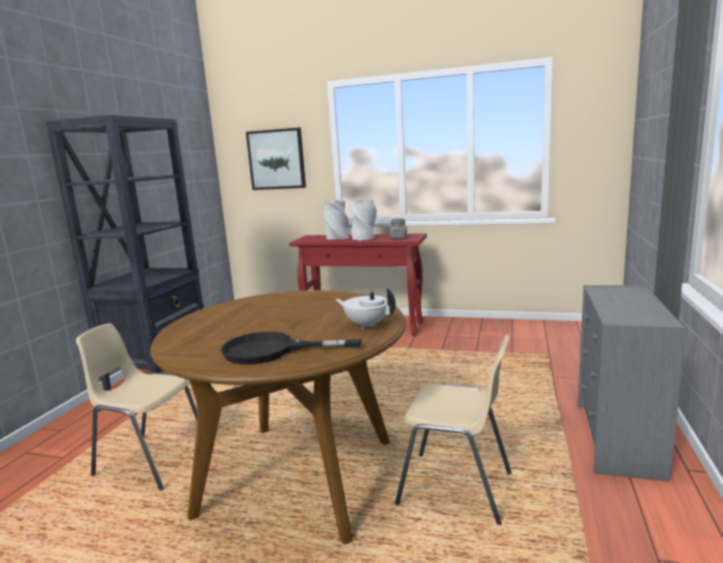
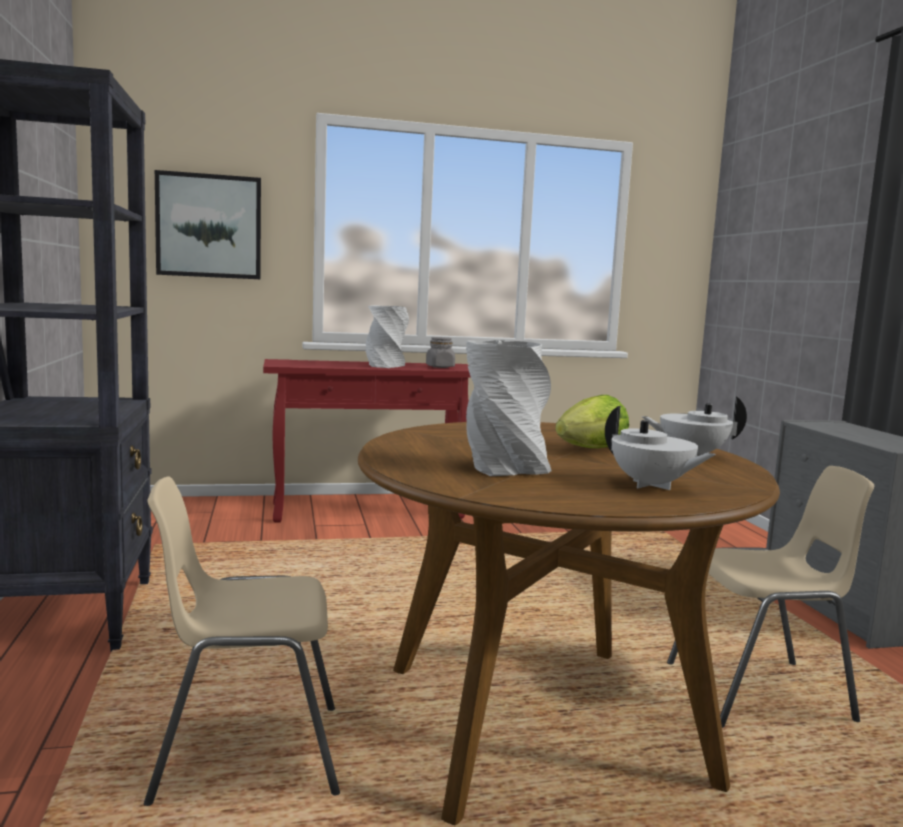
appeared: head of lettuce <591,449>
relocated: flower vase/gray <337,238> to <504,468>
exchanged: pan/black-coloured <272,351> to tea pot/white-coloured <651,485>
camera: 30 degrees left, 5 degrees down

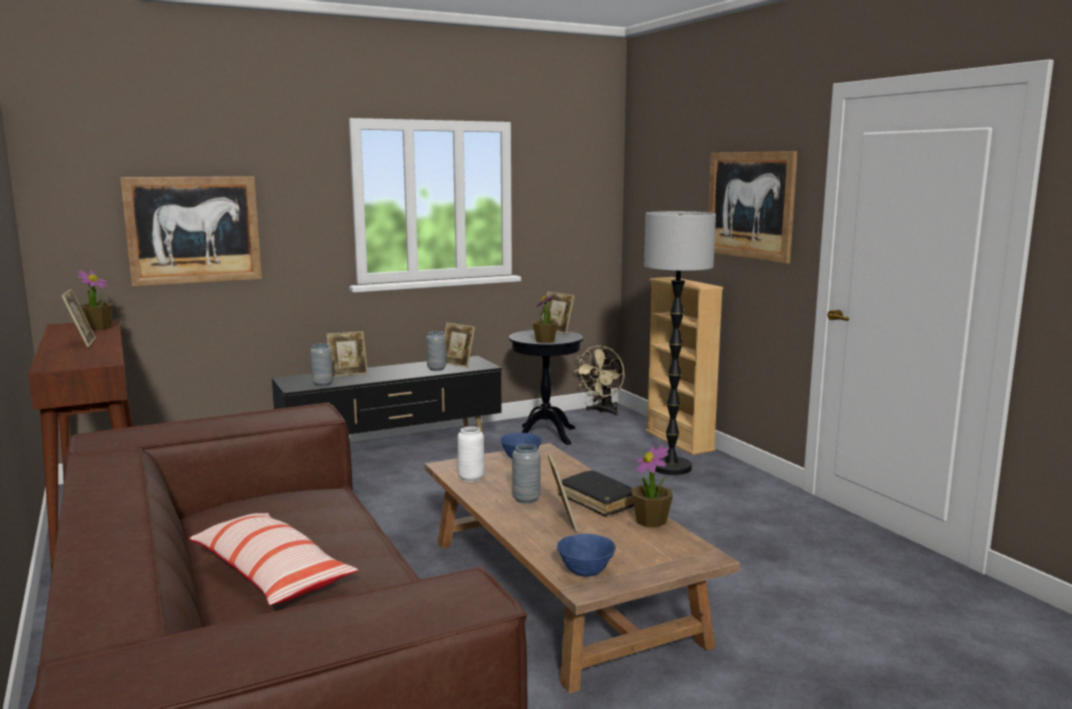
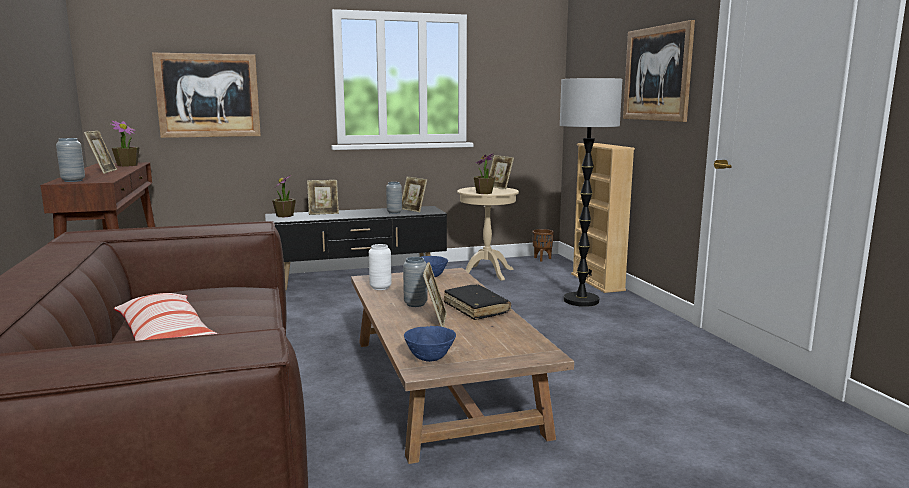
relocated: flower vase/gray <322,384> to <73,181>; potted plant <651,521> to <284,216>
exchanged: electric fan/sand-coloured <603,412> to planter/brown <542,259>
colour: side table/black-coloured <545,435> to side table/sand-coloured <486,273>
camera: 10 degrees right, 0 degrees up

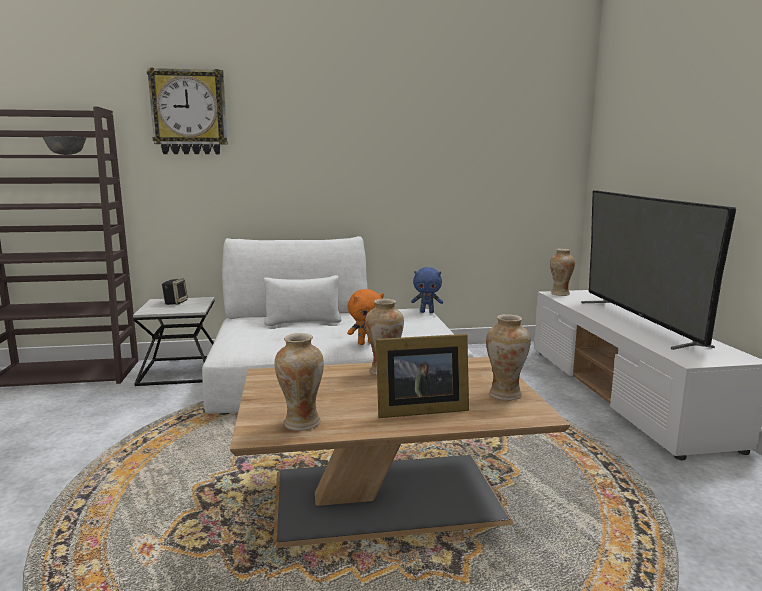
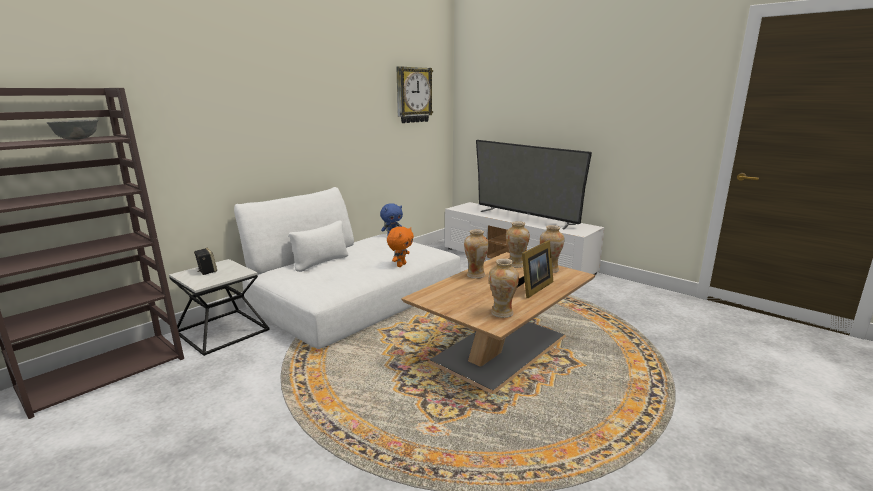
relocated: wall clock <189,112> to <413,95>; flower vase <560,294> to <516,265>
camera: 40 degrees left, 5 degrees up

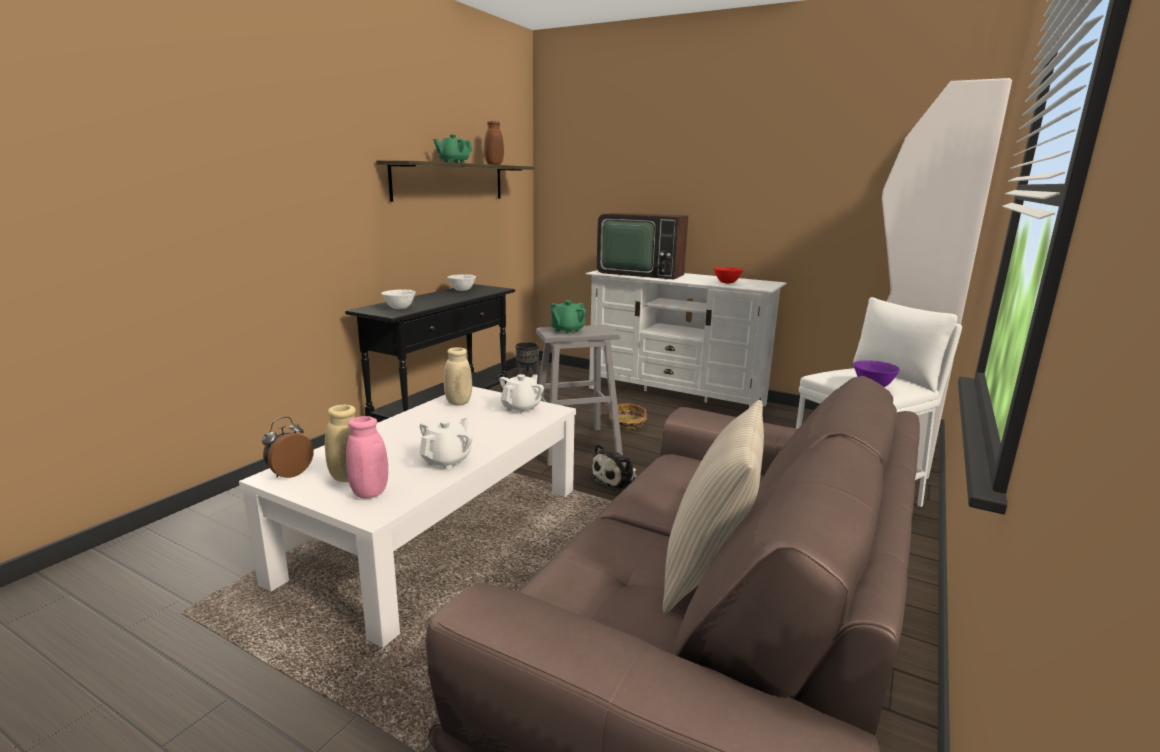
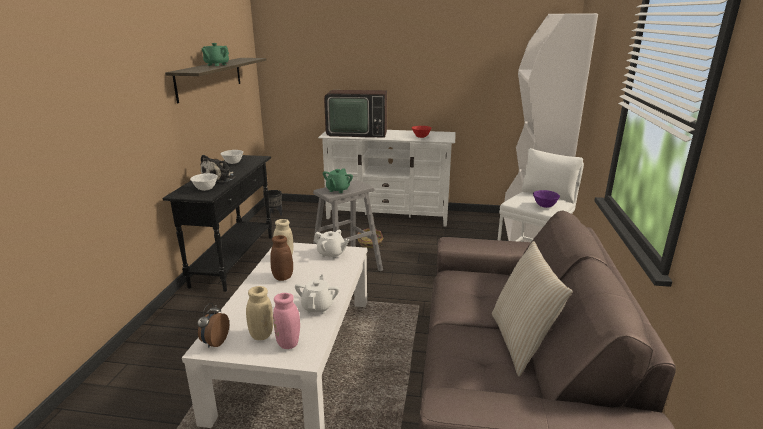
relocated: flower vase/brown <493,164> to <282,279>; plush toy <616,479> to <219,178>
spun: tea pot/white-coloured <521,408> = <331,254> 105 degrees clockwise
camera: 20 degrees left, 5 degrees up

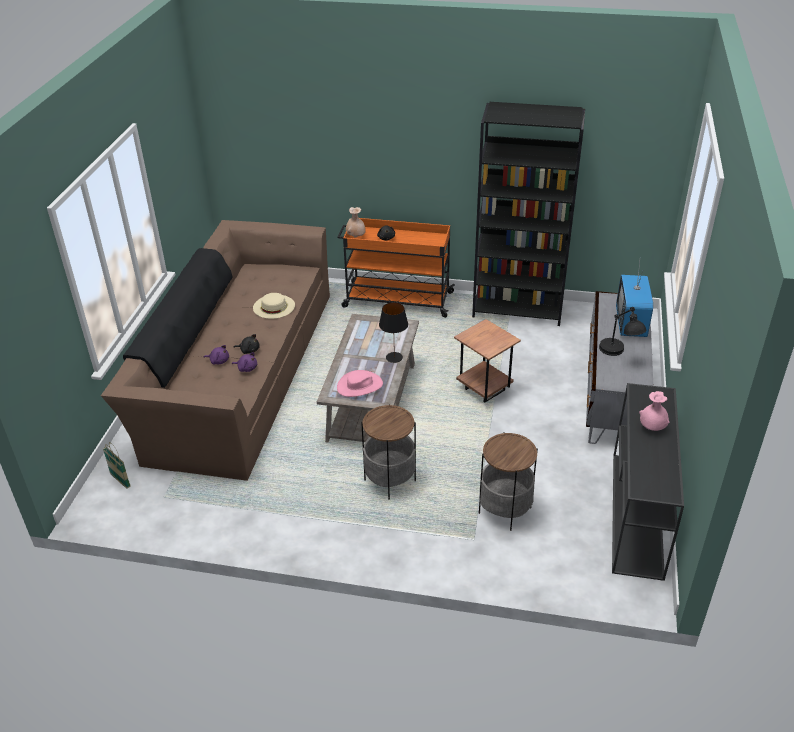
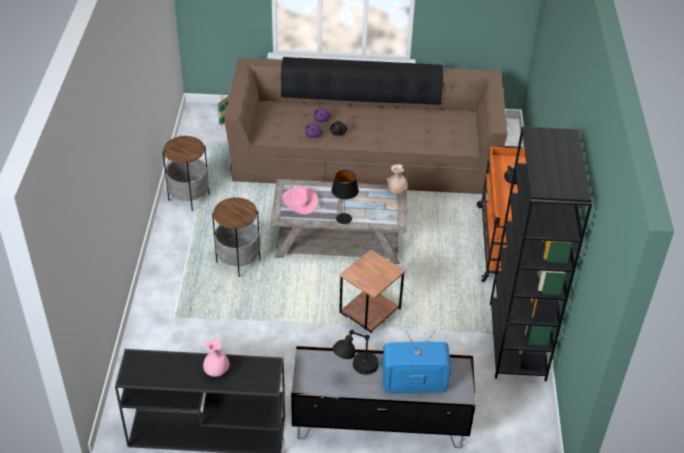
missing: wearable hat/sand-coloured <274,306>
relocated: flower vase/sand-coloured <356,236> to <396,192>; side table <504,510> to <189,197>
camera: 80 degrees right, 5 degrees up

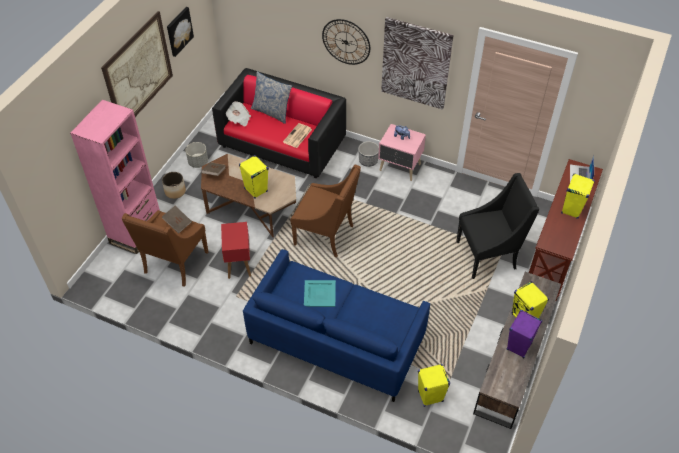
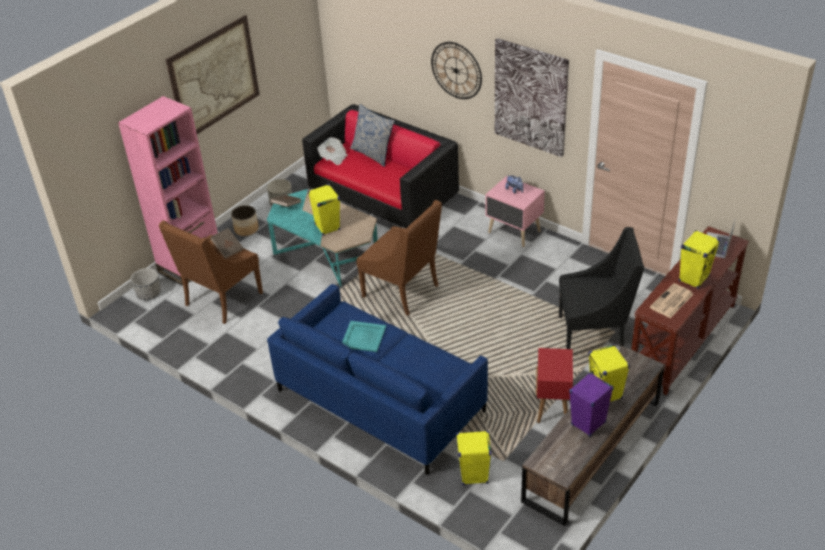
missing: picture <179,31>
relocated: printed paper <297,136> to <671,301>; planter <368,161> to <149,294>; side table/red <239,265> to <552,407>
colour: lounge table/brown <251,208> to lounge table/turquoise-coloured <326,255>
camera: 15 degrees right, 10 degrees down

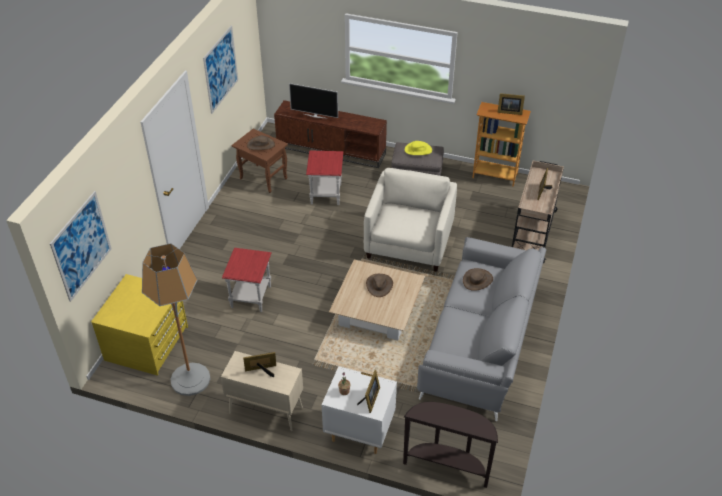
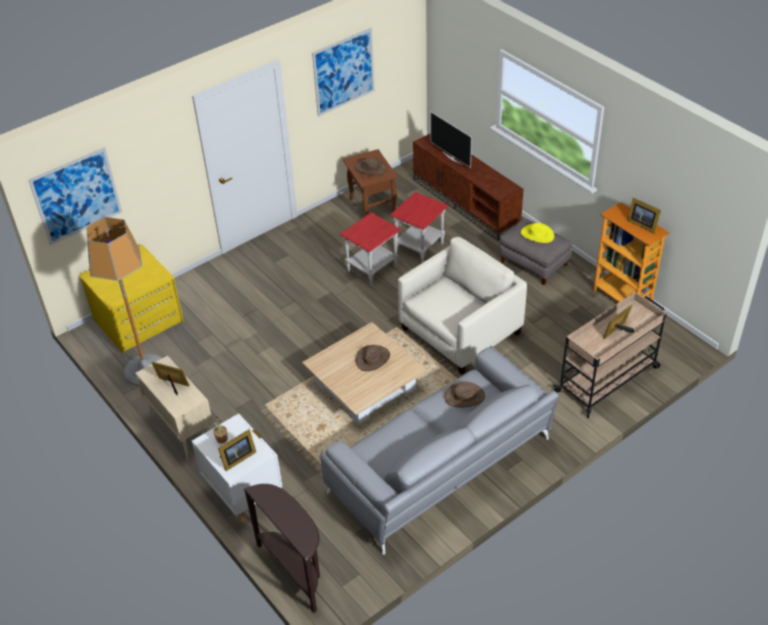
relocated: side table/red <251,296> to <372,268>
camera: 35 degrees right, 0 degrees up

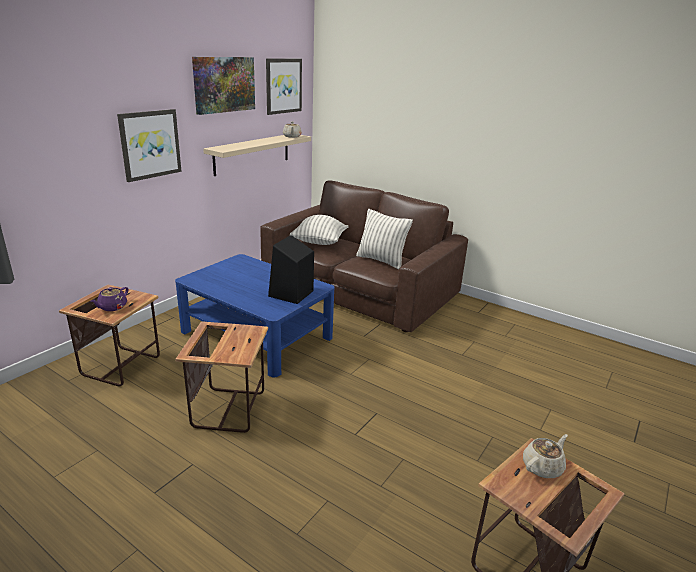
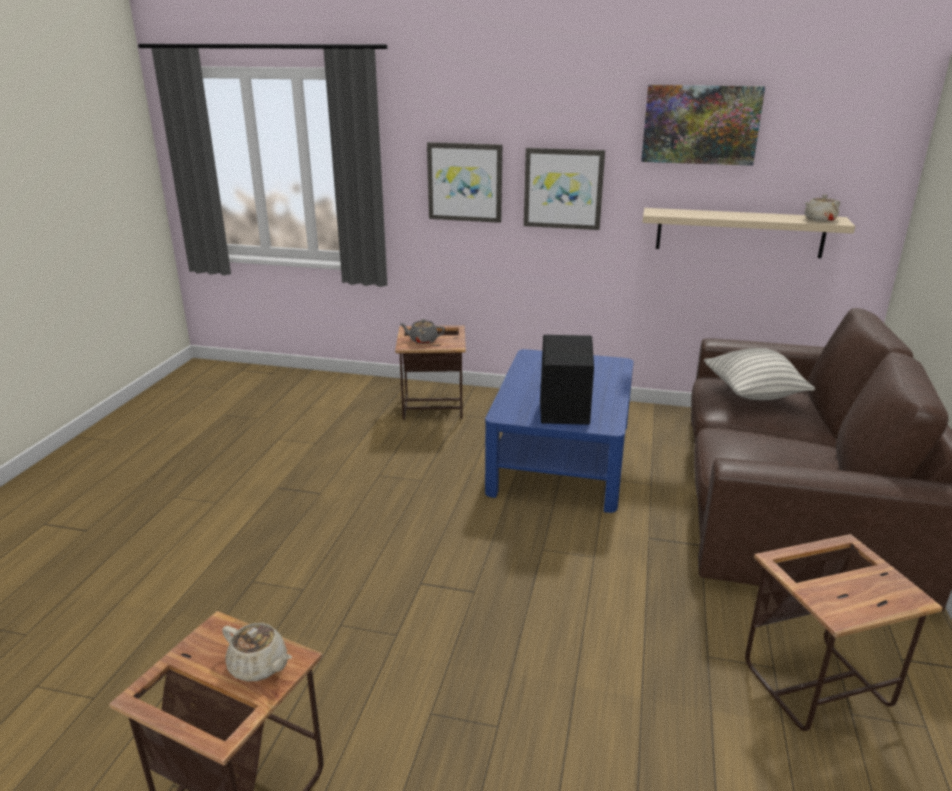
missing: pillow <381,260>
relocated: picture <283,86> to <465,182>; side table <229,409> to <817,685>
colour: tea pot/purple-coloured <112,307> to tea pot/gray <423,340>
camera: 70 degrees right, 0 degrees up

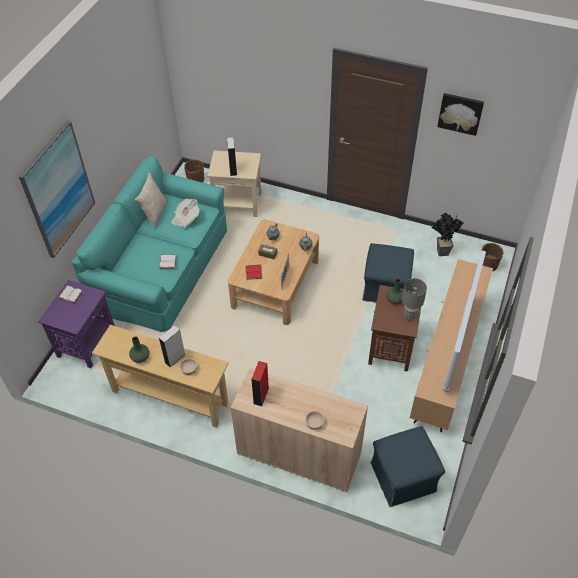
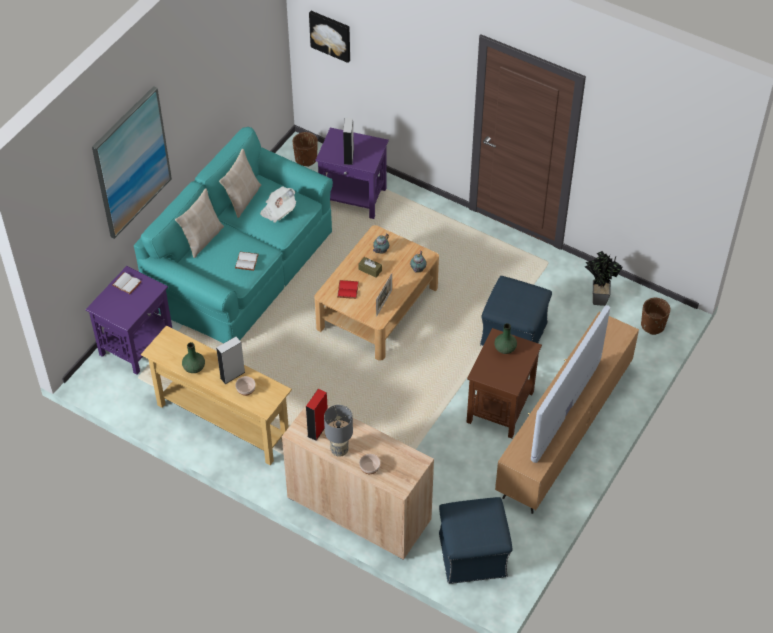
appeared: pillow/sand-coloured <202,239>
relocated: picture <460,113> to <331,35>; table lamp/gray <409,315> to <339,450>
colour: side table/sand-coloured <238,204> to side table/purple-coloured <354,198>
camera: 10 degrees right, 0 degrees up

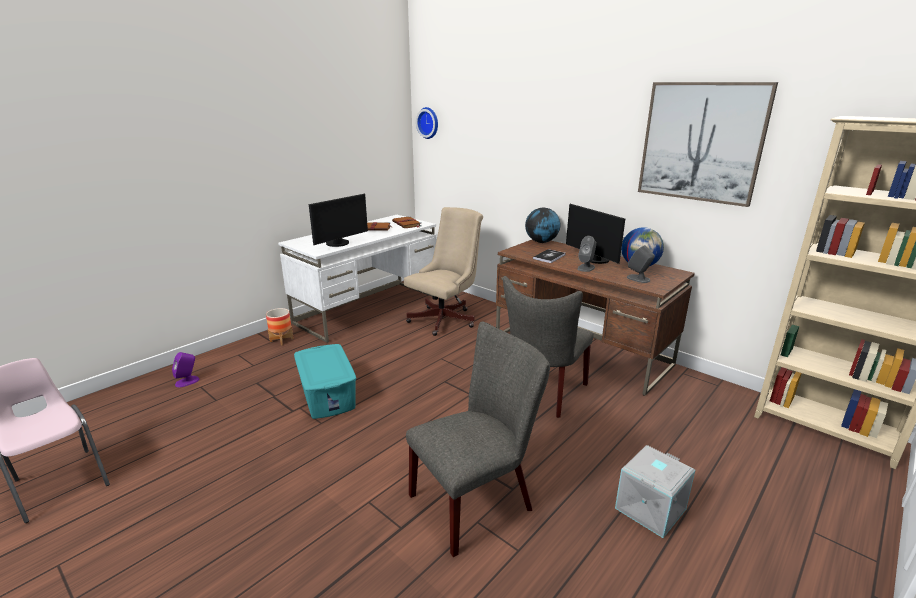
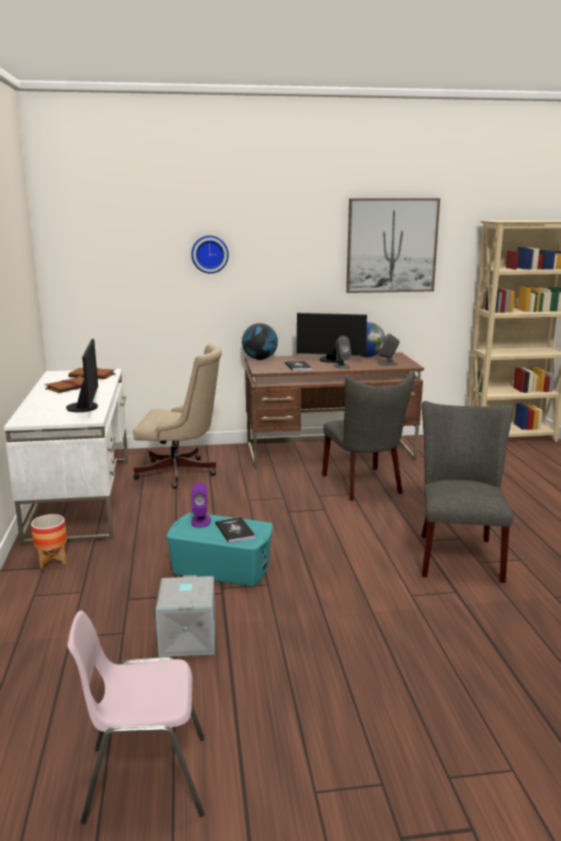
appeared: bound book <235,531>
relocated: wall clock <429,123> to <209,254>; loudspeaker/purple-coloured <187,381> to <201,521>; storage box/gray <649,508> to <187,638>
spun: desk chair/sand-coloured <446,319> = <181,473> 105 degrees clockwise
camera: 50 degrees left, 5 degrees down

